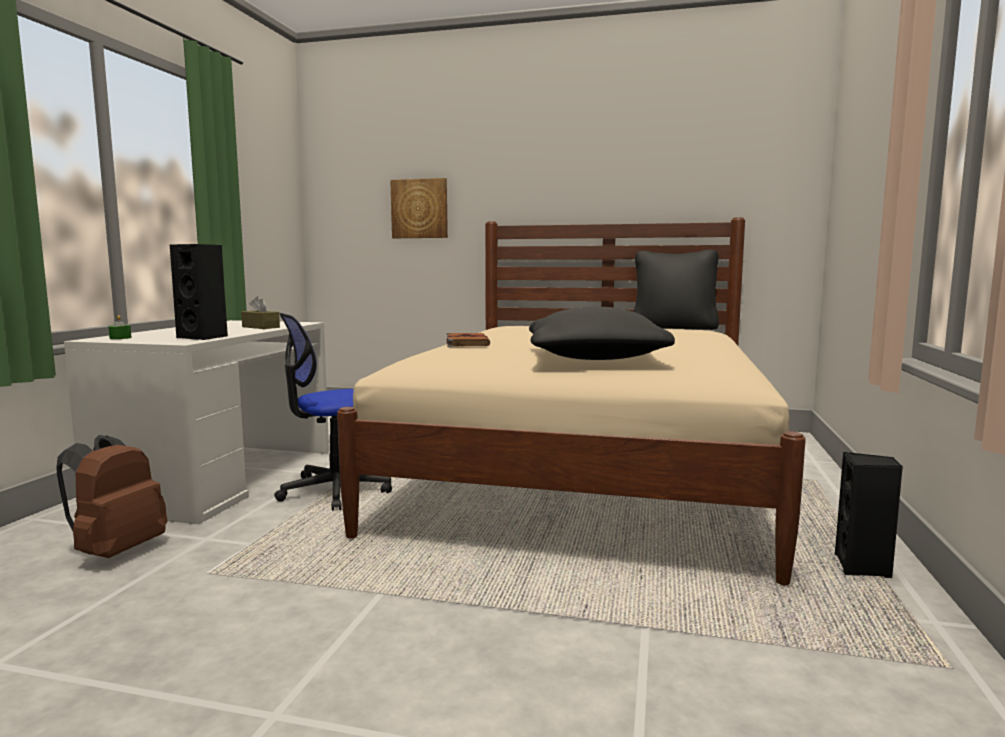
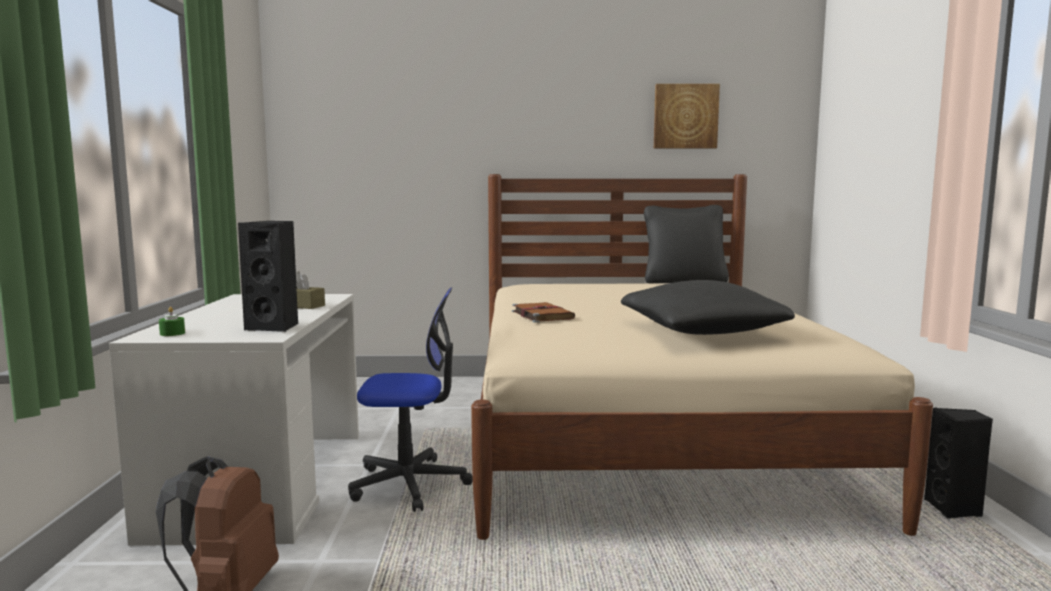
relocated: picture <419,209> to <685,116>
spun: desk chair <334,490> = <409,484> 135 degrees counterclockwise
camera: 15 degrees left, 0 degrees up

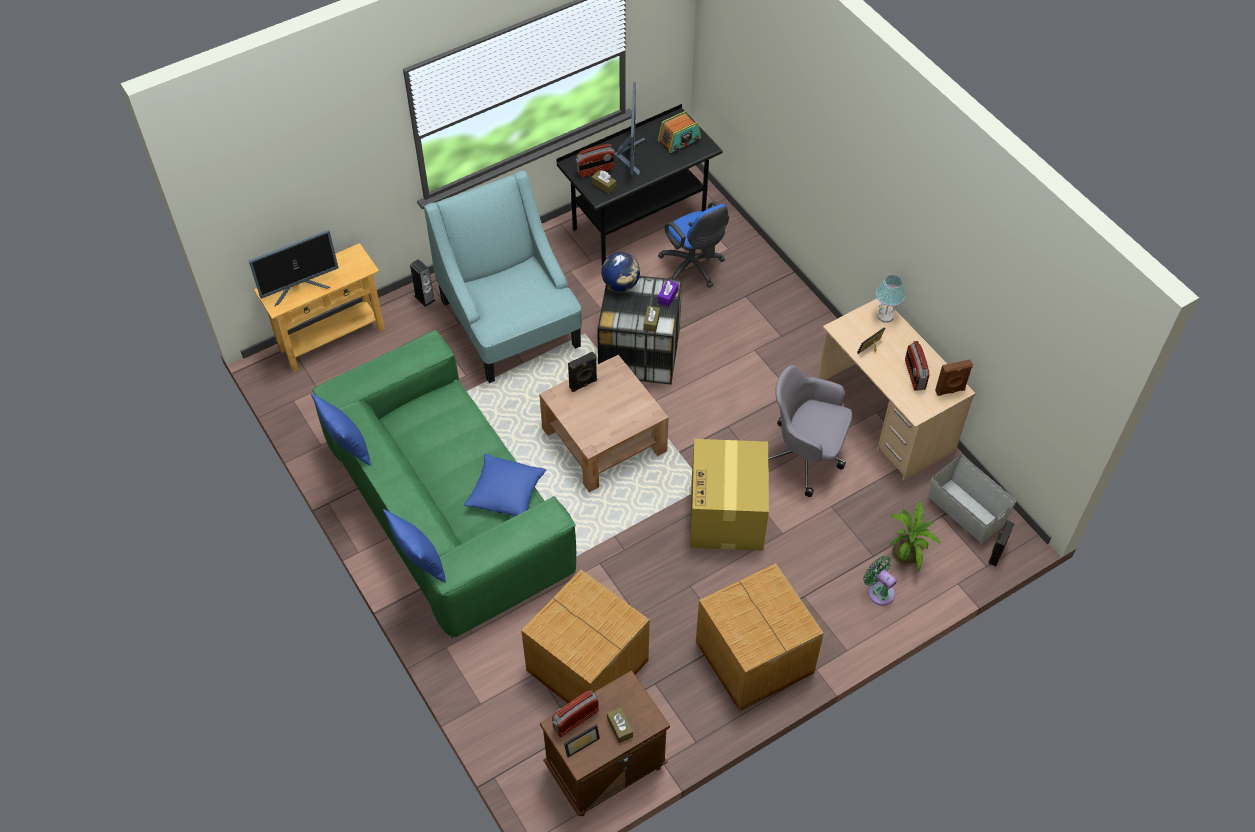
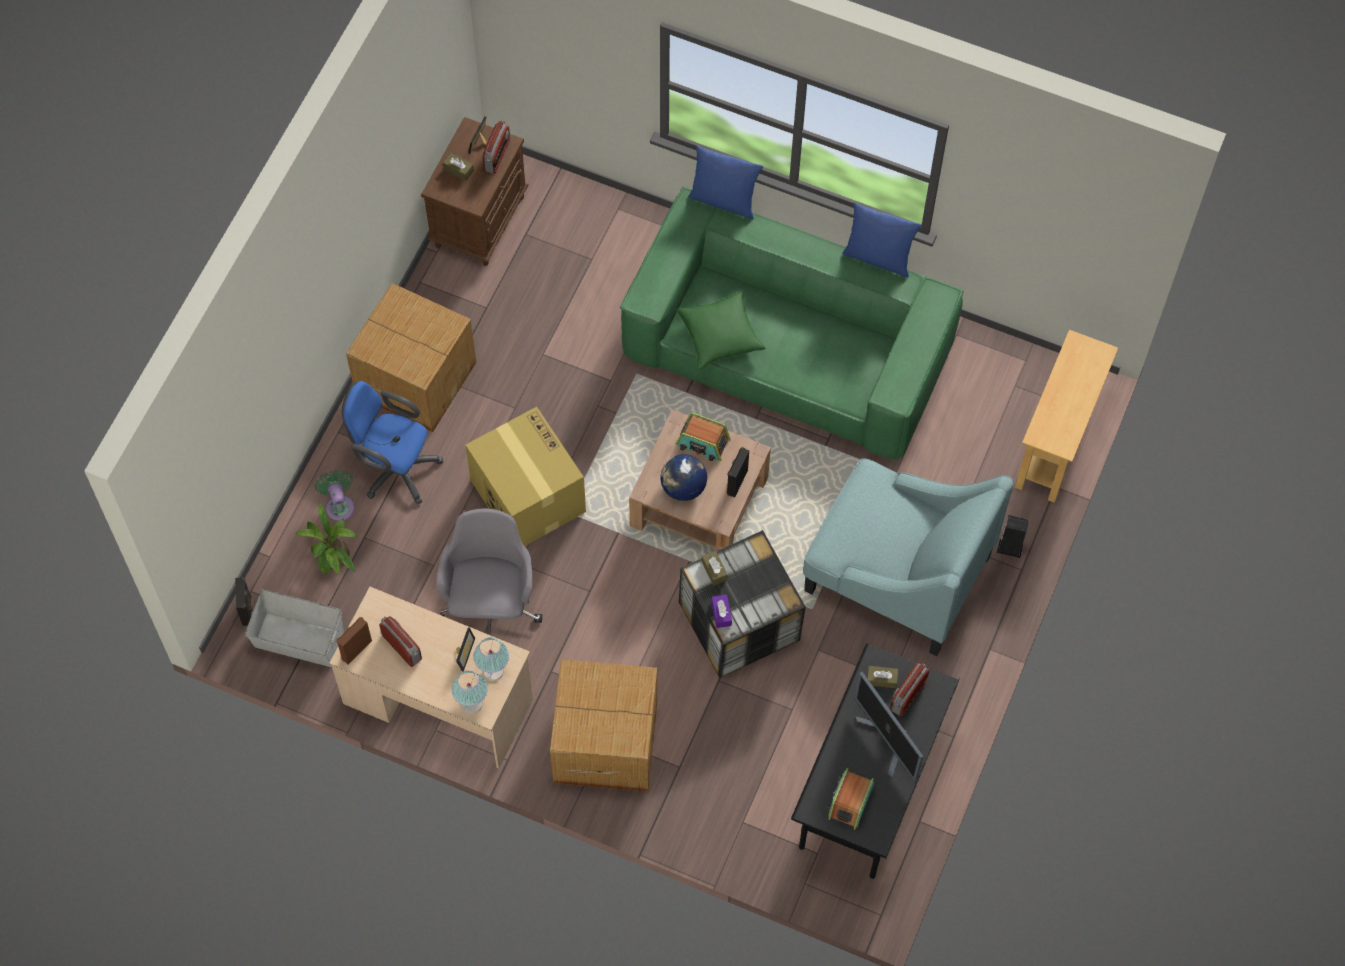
missing: computer screen <300,288>
appeared: radio <702,443>; table lamp <493,671>
relocated: desk chair/bluish <693,268> to <394,467>; desk globe <621,284> to <683,487>; cardboard box <587,667> to <604,740>
colour: pillow/bluish <506,493> to pillow/green <720,335>
spun: desk chair/gray <805,456> = <491,604> 75 degrees counterclockwise; electric fan/green <879,591> = <339,505> 120 degrees counterclockwise
camera: 145 degrees right, 10 degrees up

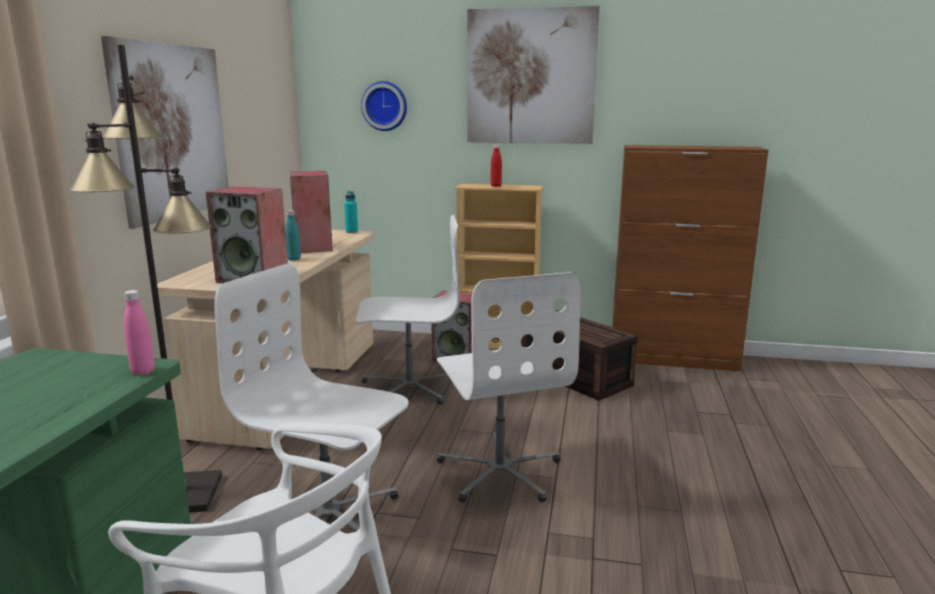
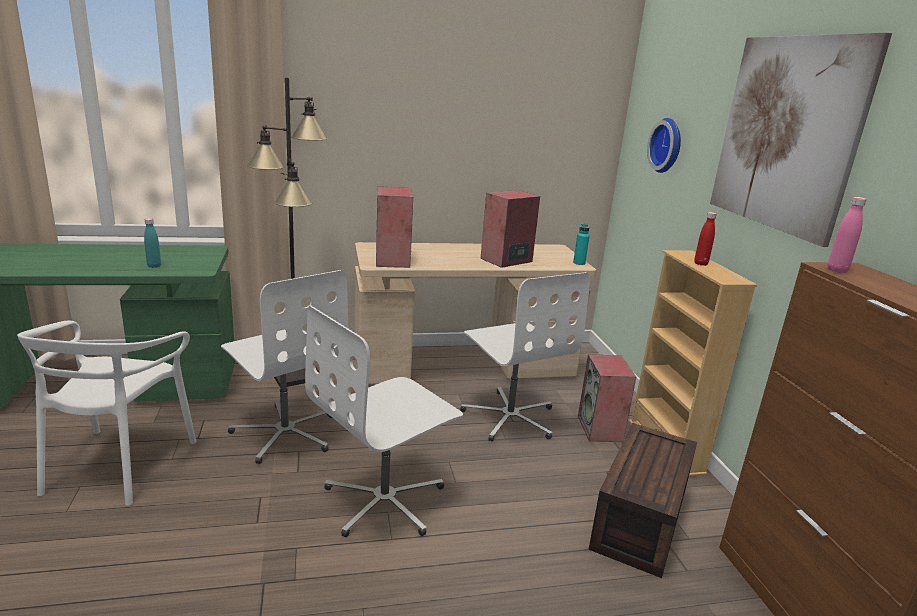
missing: picture <172,131>
relocated: beverage bottle/turquoise-coloured <294,259> to <154,266>; beverage bottle/pinkish <143,372> to <837,270>
spun: desk chair/white-coloured <328,517> = <285,432> 135 degrees clockwise
camera: 65 degrees right, 5 degrees up

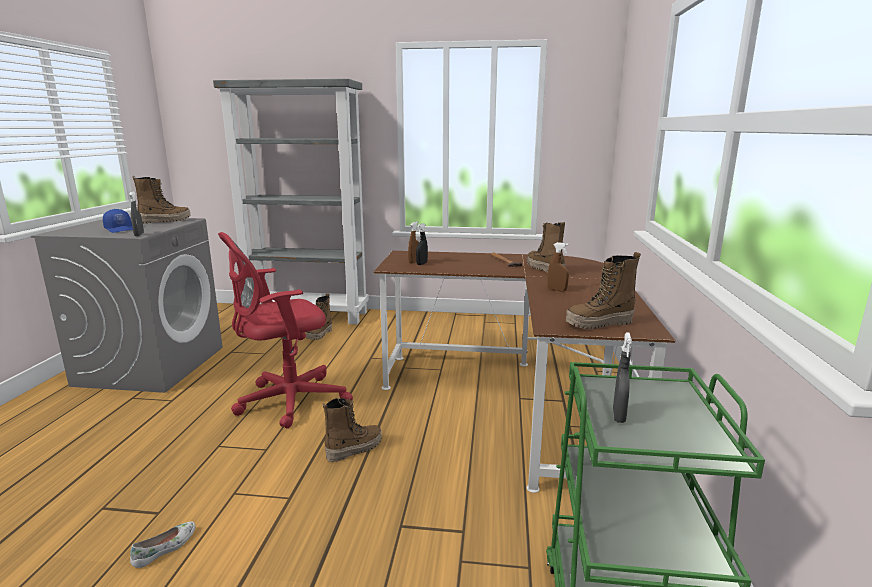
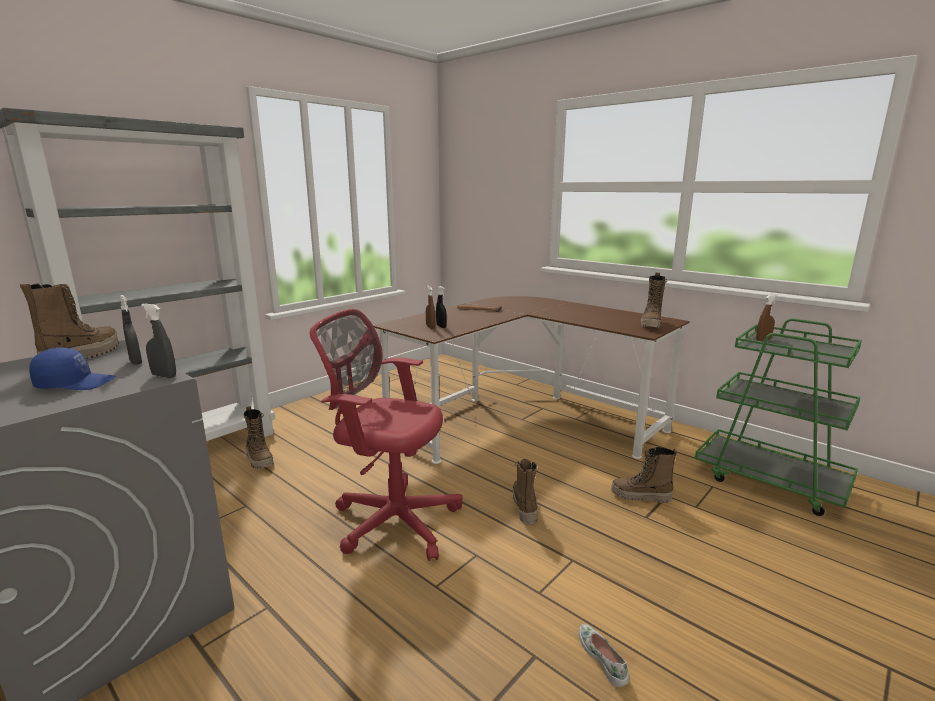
relocated: high-top boot <545,269> to <640,497>; hand sprayer/brown <557,290> to <763,339>; hand sprayer/gray <618,416> to <136,362>
spun: desk chair/red <287,401> = <391,519> 105 degrees clockwise
camera: 55 degrees left, 0 degrees up

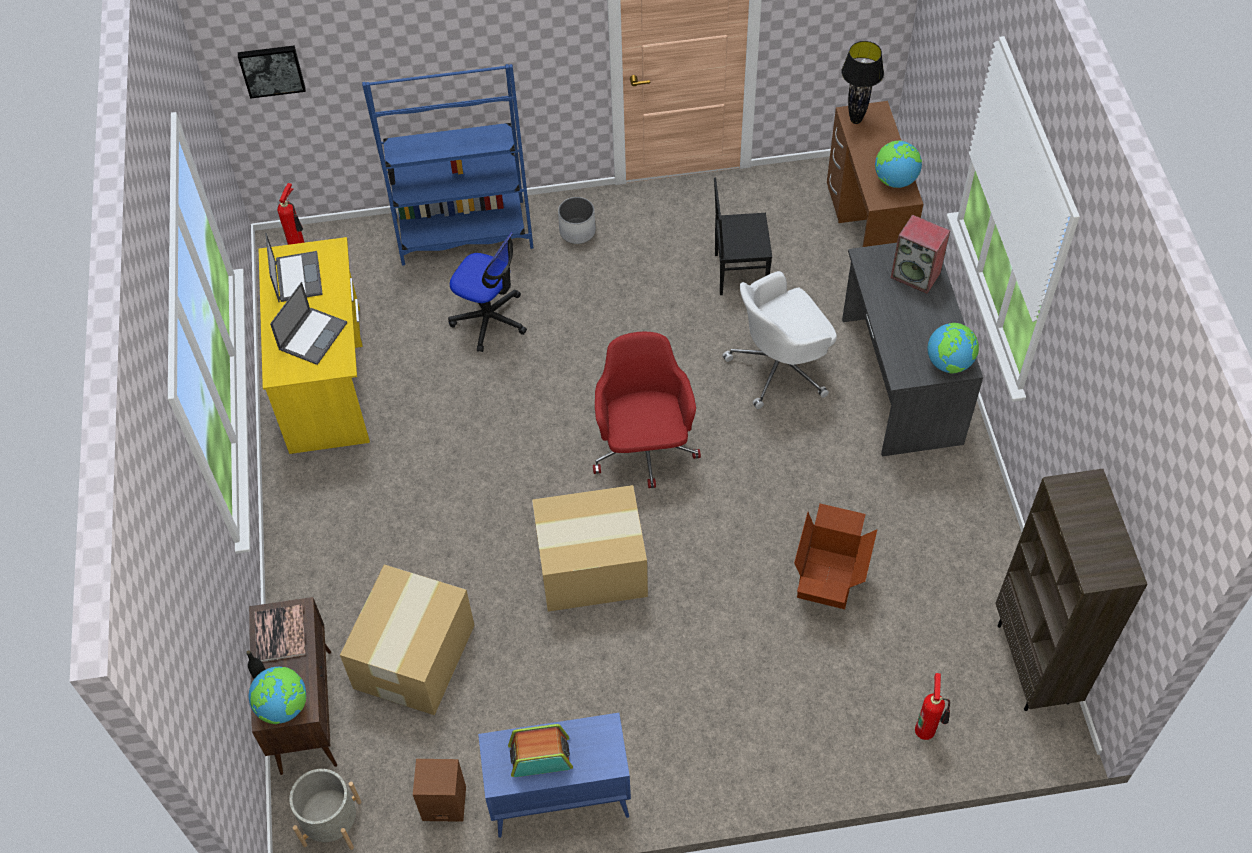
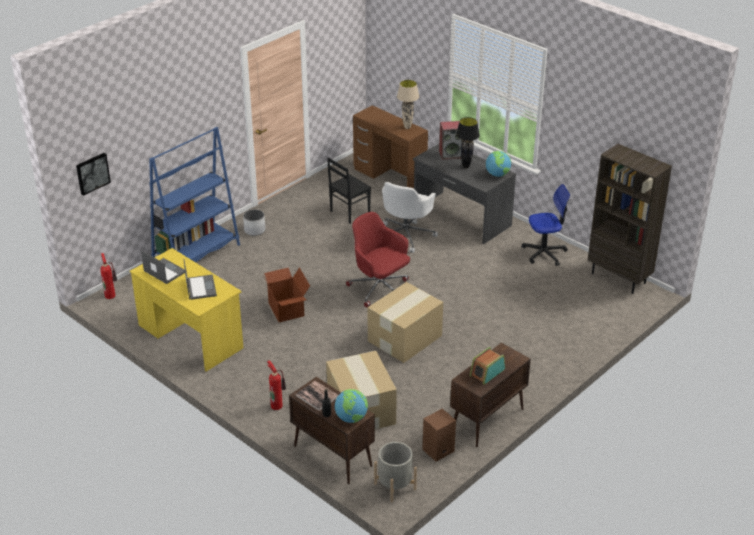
relocated: table lamp/black-coloured <856,120> to <466,166>; desk chair <490,319> to <544,253>; cardboard box <828,578> to <287,309>; fire-fighting cylinder <927,729> to <277,405>
exchanged: desk globe <895,180> to table lamp/sand-coloured <407,127>
colour: cabinet/bluish <558,800> to cabinet/brown <487,421>
camera: 40 degrees left, 20 degrees down

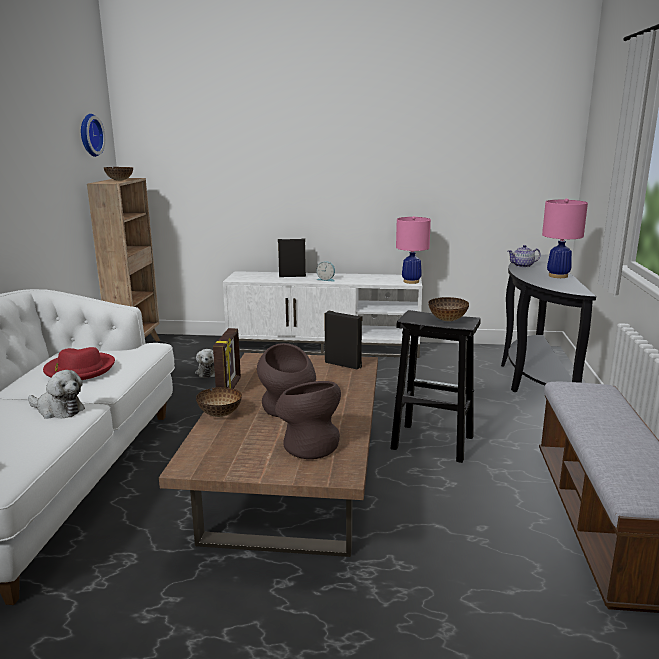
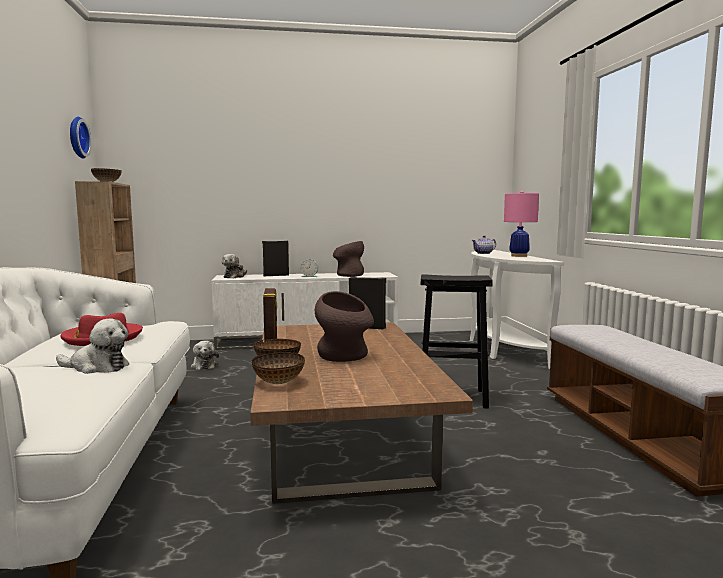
missing: table lamp/pinkish <411,281>
appeared: plush toy <235,276>
relocated: deep dish <447,320> to <278,383>; flower vase/brown <308,445> to <348,275>
colour: console table/black-coloured <533,378> to console table/white-coloured <501,349>
camera: 15 degrees left, 10 degrees down

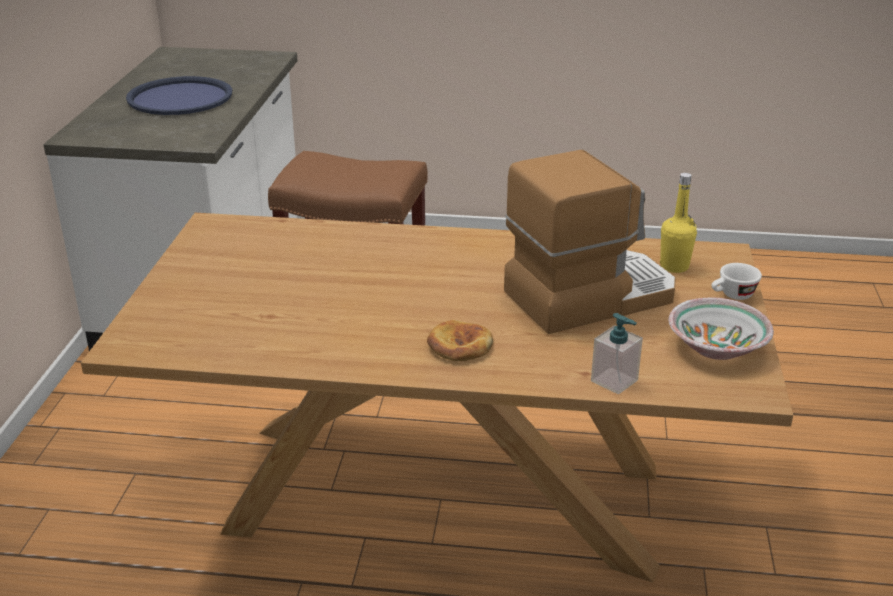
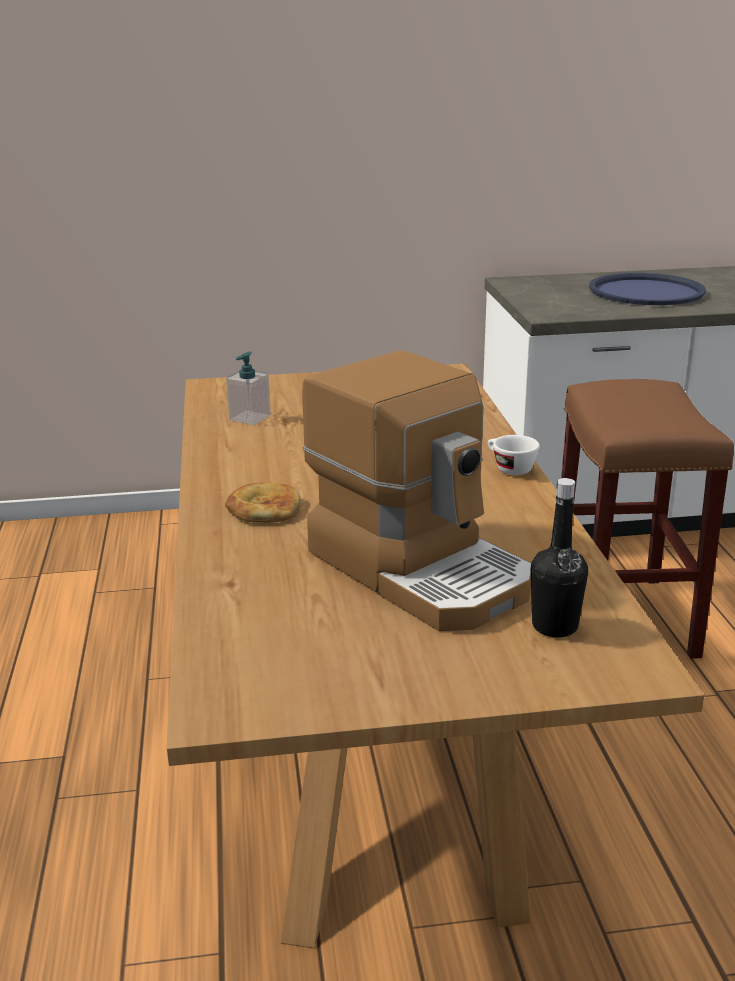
missing: deep dish <718,348>
relocated: small cup/white-coloured <732,296> to <509,468>; soap bottle <614,381> to <249,418>
colour: beverage bottle/yellowish <674,266> to beverage bottle/black-coloured <554,626>
camera: 75 degrees right, 5 degrees down

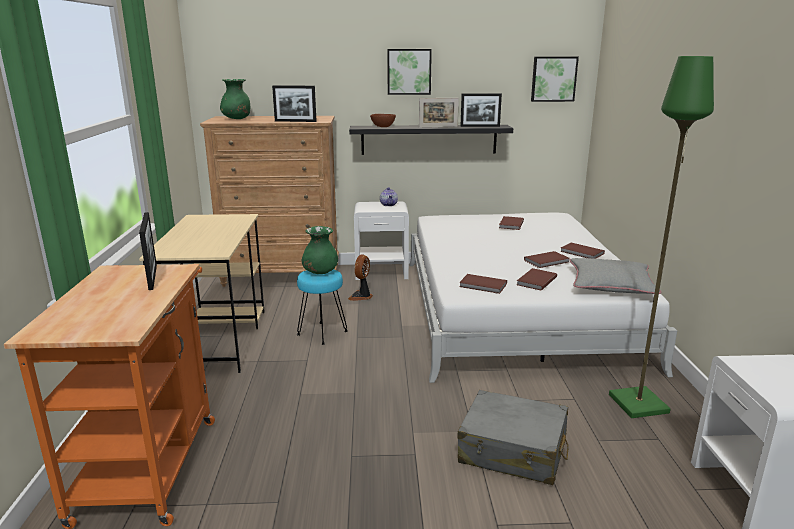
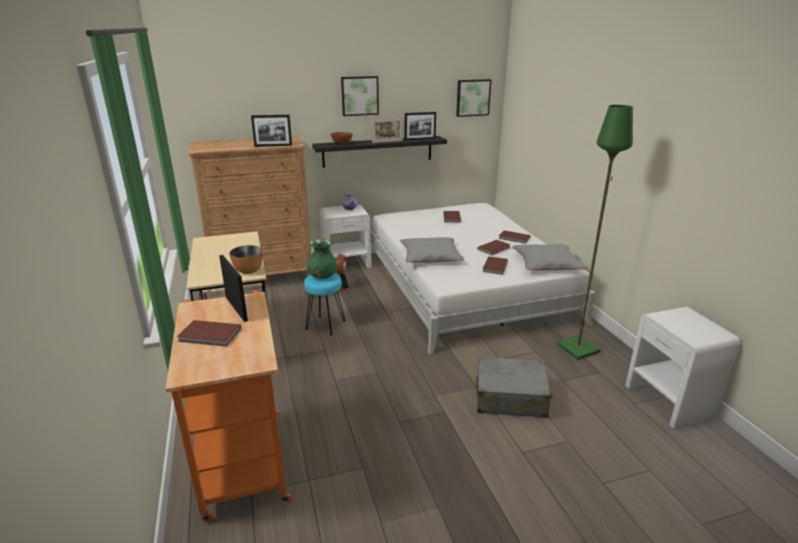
missing: flower vase/green <237,119>
appeared: pillow/gray <430,256>; deep dish <248,271>
relocated: bound book/brown <483,286> to <210,335>
camera: 15 degrees left, 5 degrees up

